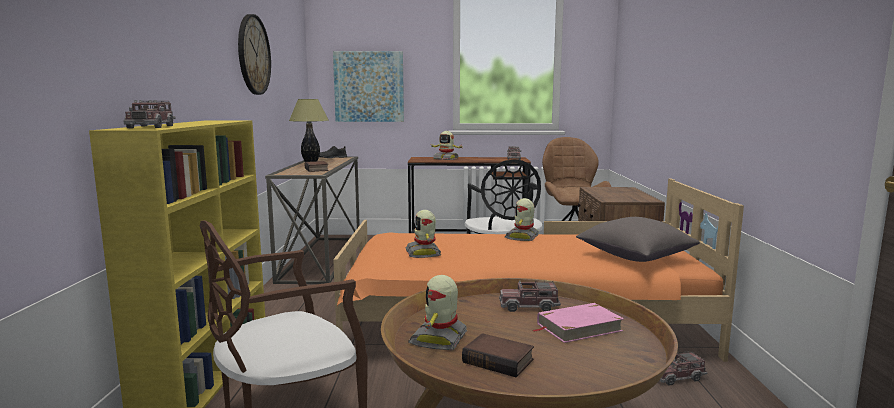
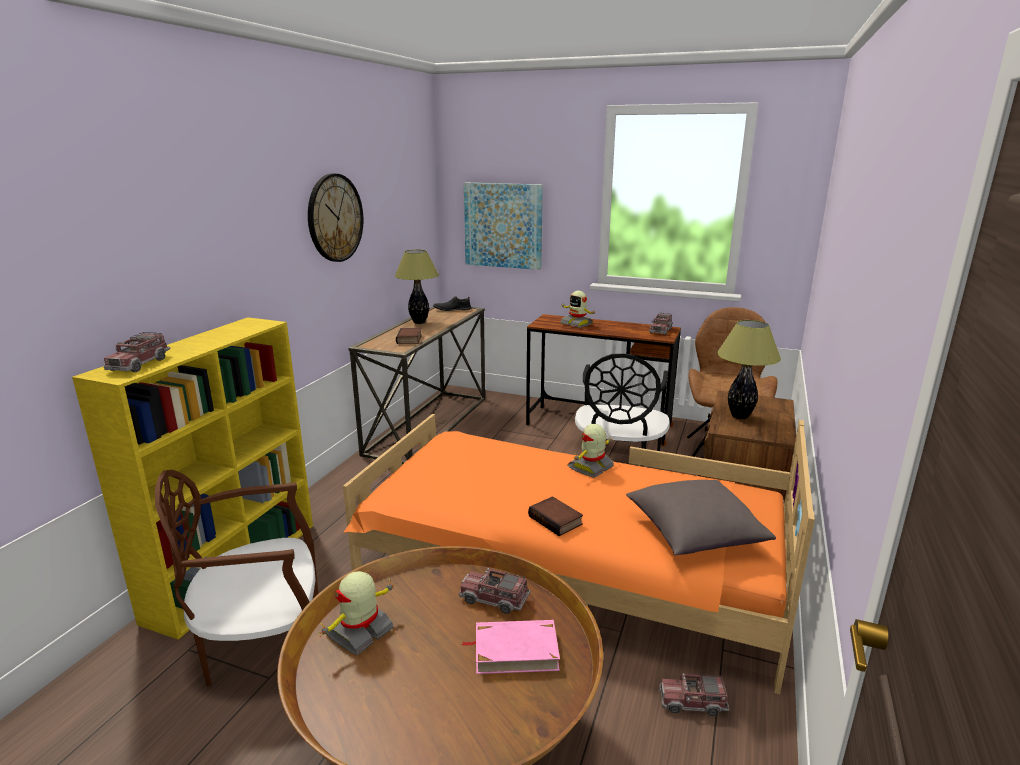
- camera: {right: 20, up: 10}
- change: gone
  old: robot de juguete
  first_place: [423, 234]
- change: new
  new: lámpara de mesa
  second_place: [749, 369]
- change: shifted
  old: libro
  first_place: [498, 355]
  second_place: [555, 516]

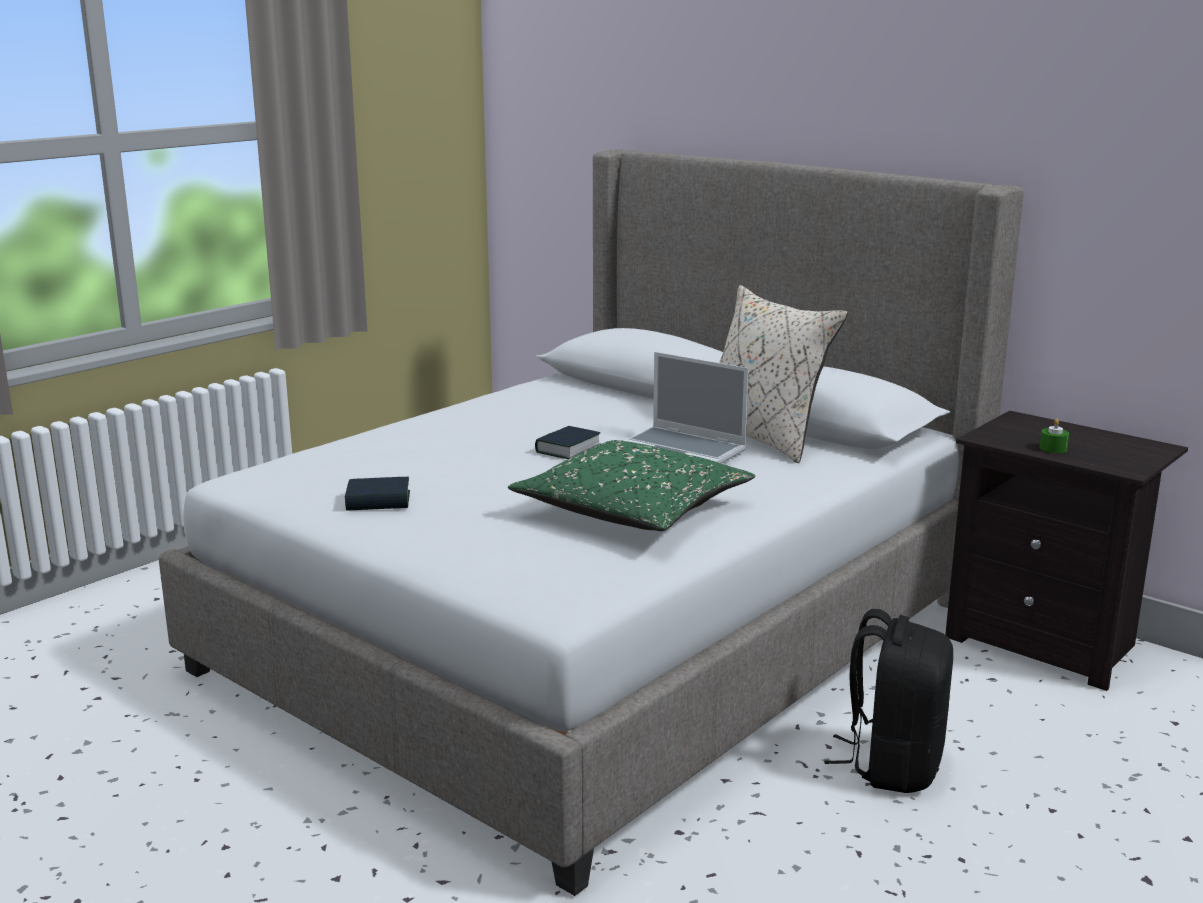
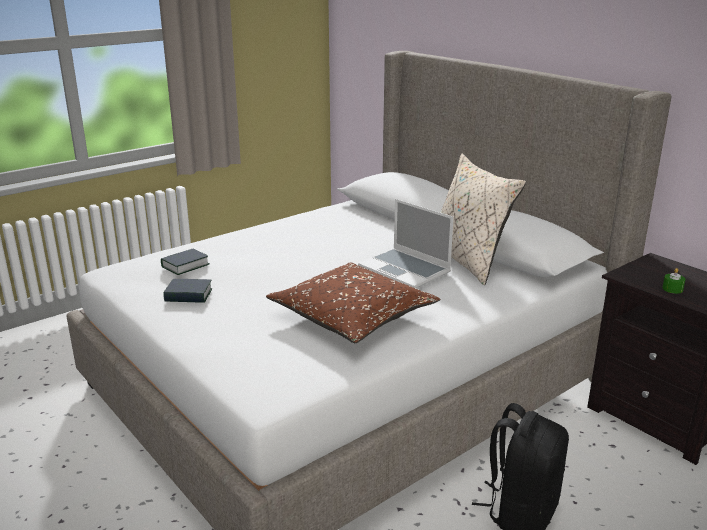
- camera: {right: 10, up: 5}
- change: shifted
  old: libro
  first_place: [568, 442]
  second_place: [185, 262]
- change: repainted
  old: cojín/verde
  new: cojín/marrón
  first_place: [631, 485]
  second_place: [353, 302]

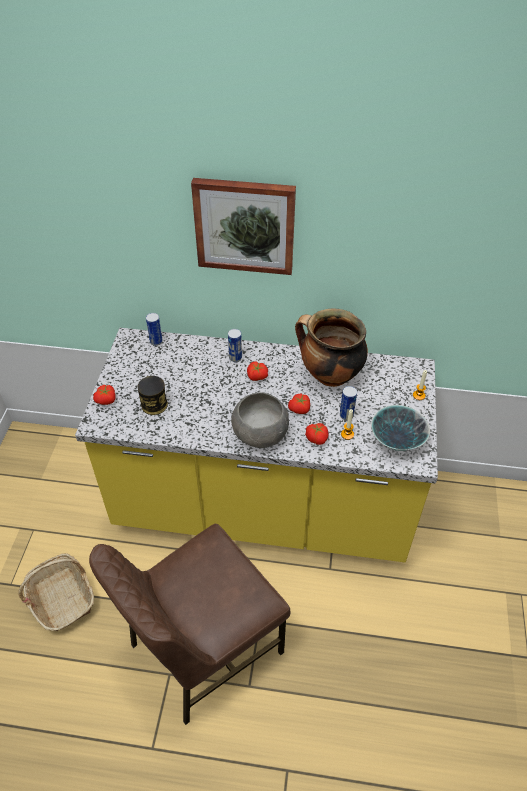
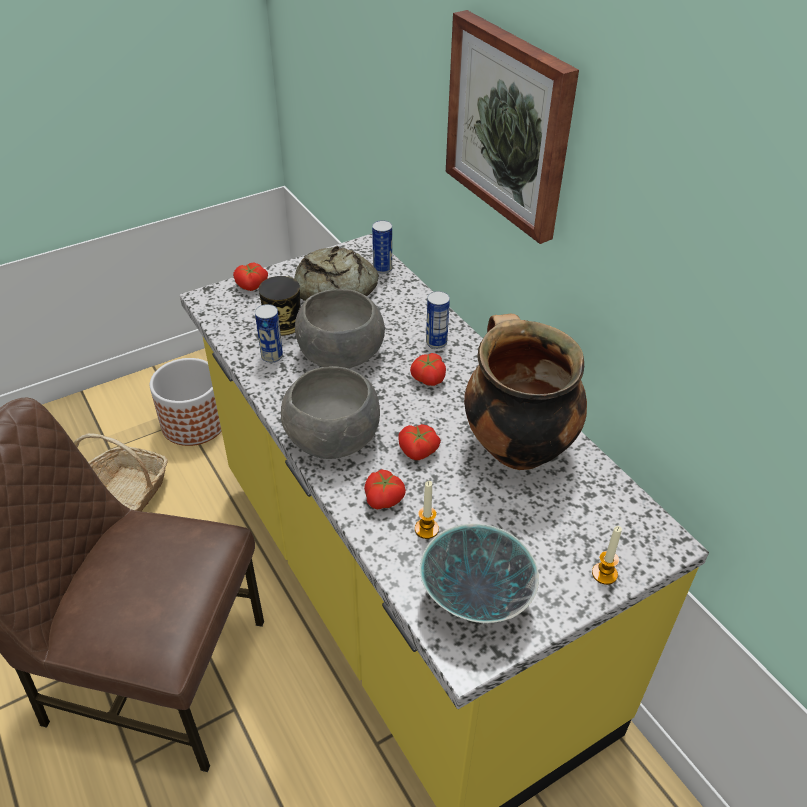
- camera: {right: 50, up: -5}
- change: new
  new: maceta
  second_place: [186, 402]
- change: new
  new: pan
  second_place: [336, 273]
- change: new
  new: cuenco/gris
  second_place: [340, 328]
- change: shifted
  old: lata
  first_place: [348, 403]
  second_place: [269, 333]

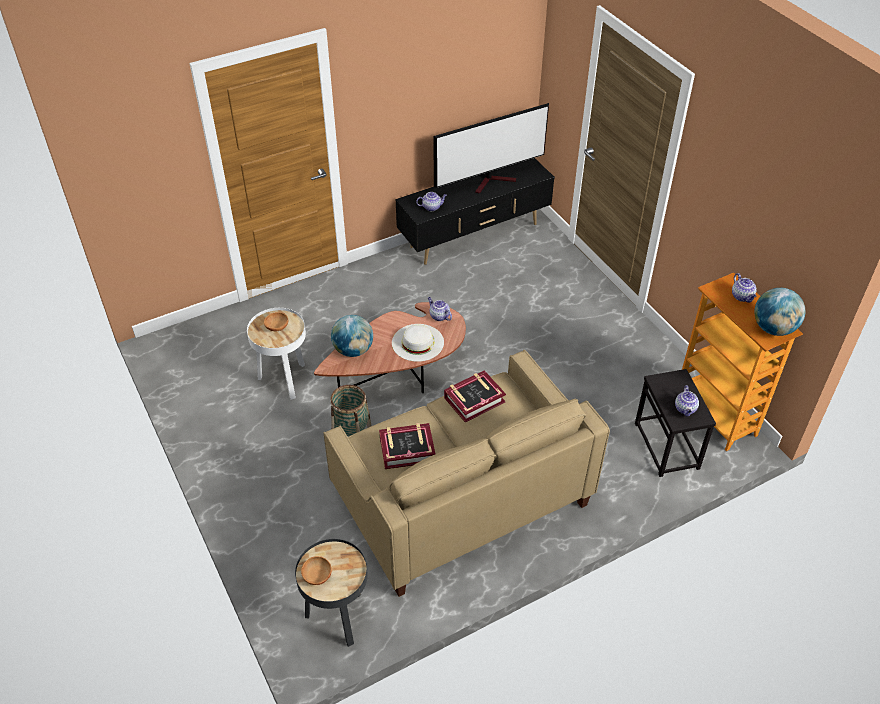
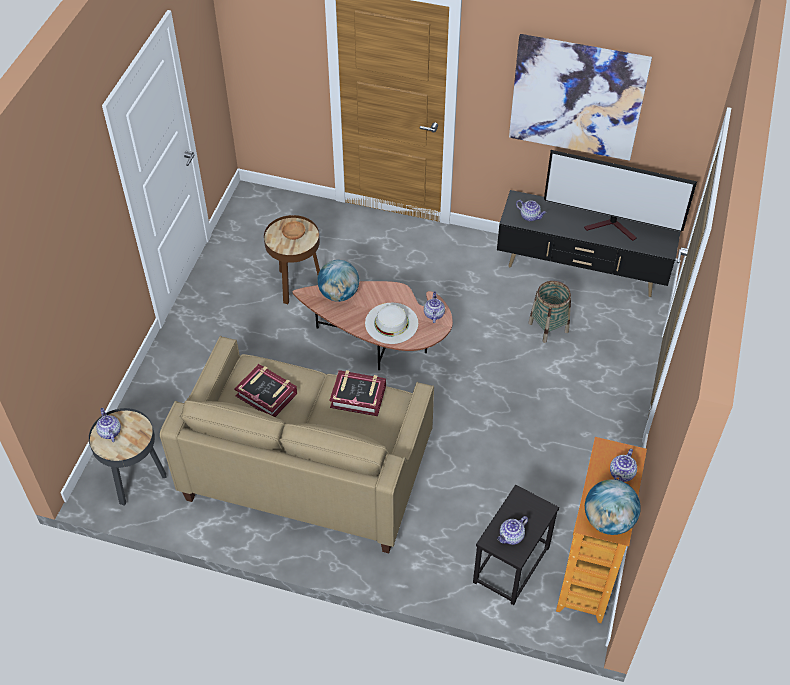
- camera: {right: 45, up: 5}
- change: new
  new: cuadro
  second_place: [580, 97]
- change: shifted
  old: cesta
  first_place: [350, 410]
  second_place: [549, 312]
- change: swapped
  old: cuenco/marrón
  new: tetera
  first_place: [316, 570]
  second_place: [108, 425]
- change: repainted
  old: mesa auxiliar/blanco
  new: mesa auxiliar/marrón
  first_place: [276, 354]
  second_place: [292, 259]

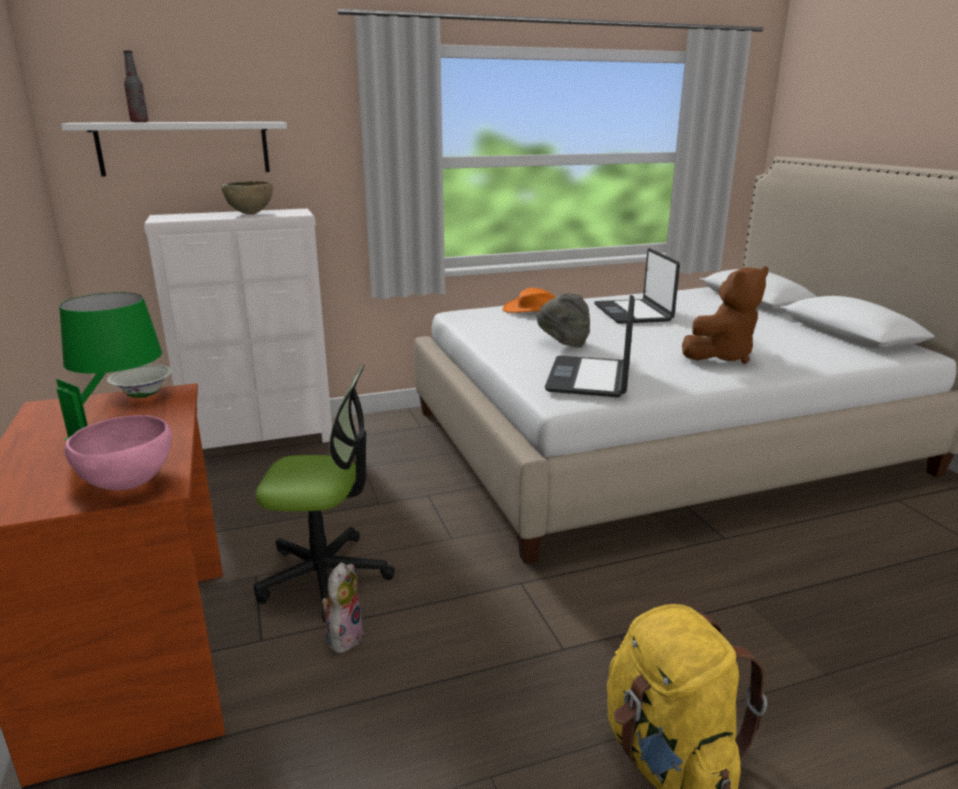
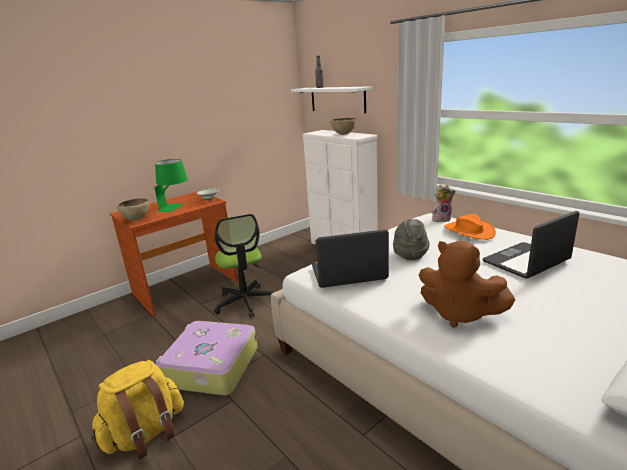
- camera: {right: 70, up: 0}
- change: new
  new: maleta
  second_place: [207, 358]
- change: shifted
  old: peluche
  first_place: [343, 607]
  second_place: [444, 203]
- change: repainted
  old: cuenco/rosa
  new: cuenco/marrón
  first_place: [118, 452]
  second_place: [133, 209]

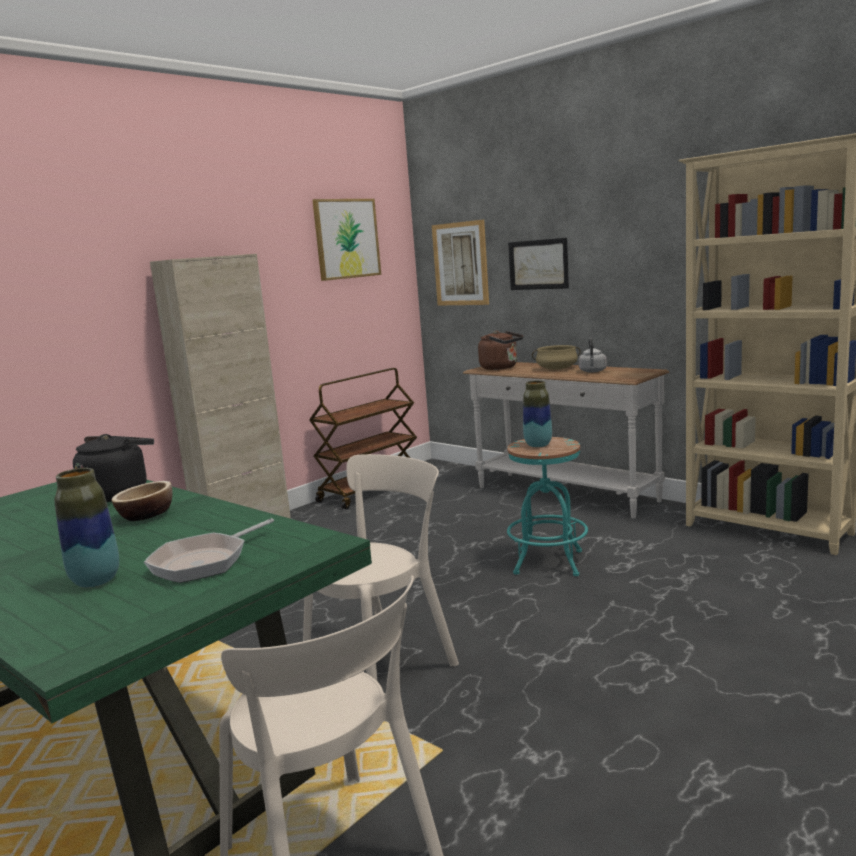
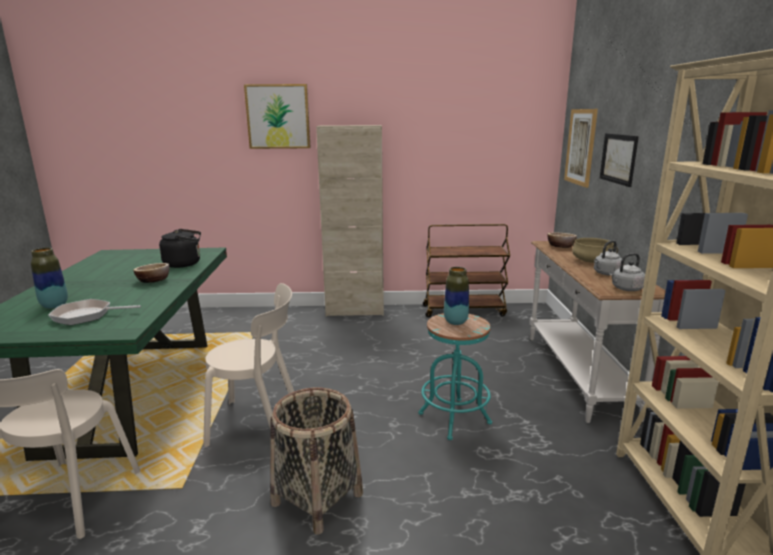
- camera: {right: 45, up: 5}
- change: new
  new: cesta
  second_place: [316, 461]
- change: new
  new: hervidor/gris
  second_place: [627, 272]
- change: shifted
  old: cuadro
  first_place: [346, 240]
  second_place: [277, 116]
- change: swapped
  old: hervidor/marrón
  new: cuenco
  first_place: [500, 350]
  second_place: [562, 240]

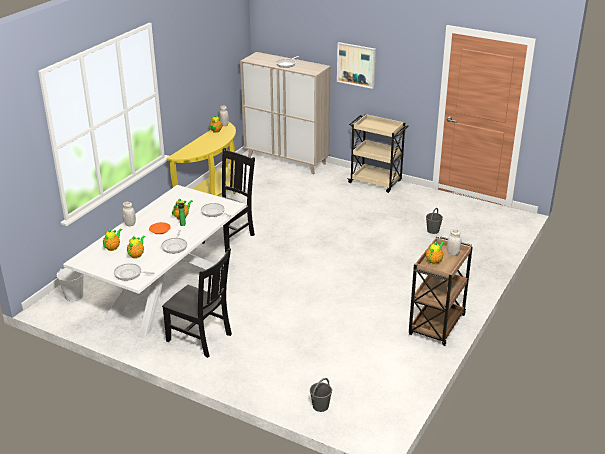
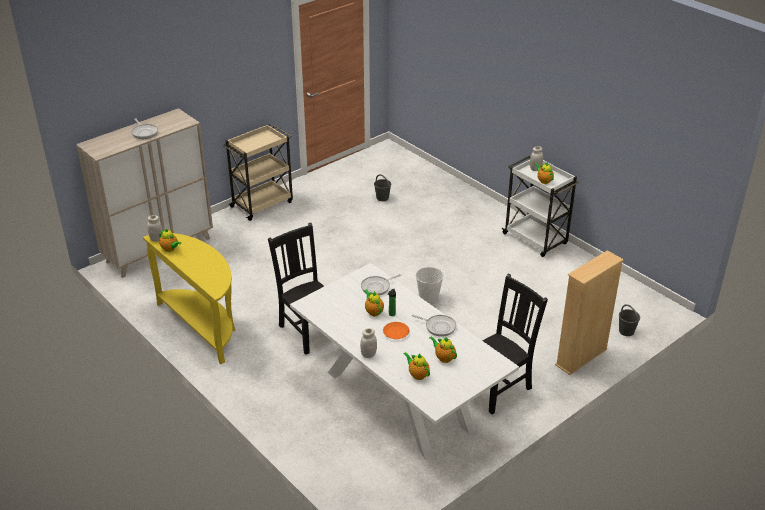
- camera: {right: -70, up: 5}
- change: gone
  old: sartén
  first_place: [134, 272]
- change: gone
  old: cuadro
  first_place: [356, 65]
- change: new
  new: estantería/beis
  second_place: [589, 312]
- change: shifted
  old: cubo/blanco
  first_place: [70, 285]
  second_place: [430, 285]
- change: repainted
  old: carrito/marrón
  new: carrito/blanco
  first_place: [441, 291]
  second_place: [540, 206]

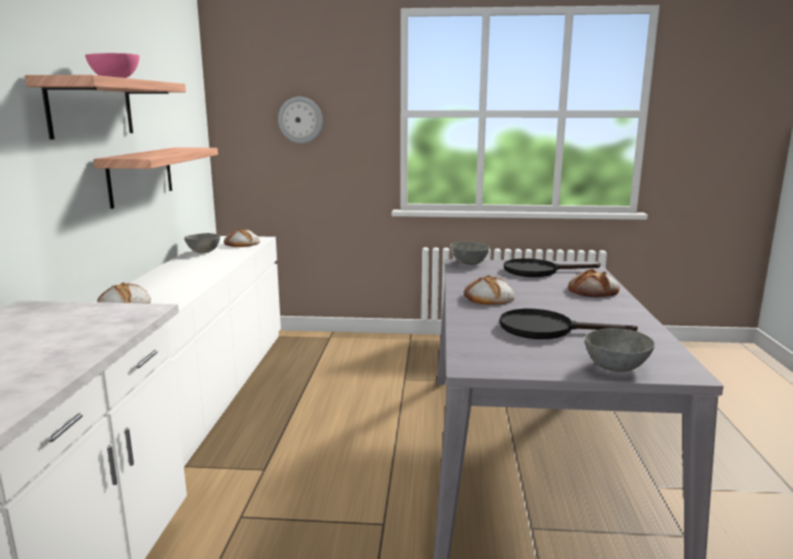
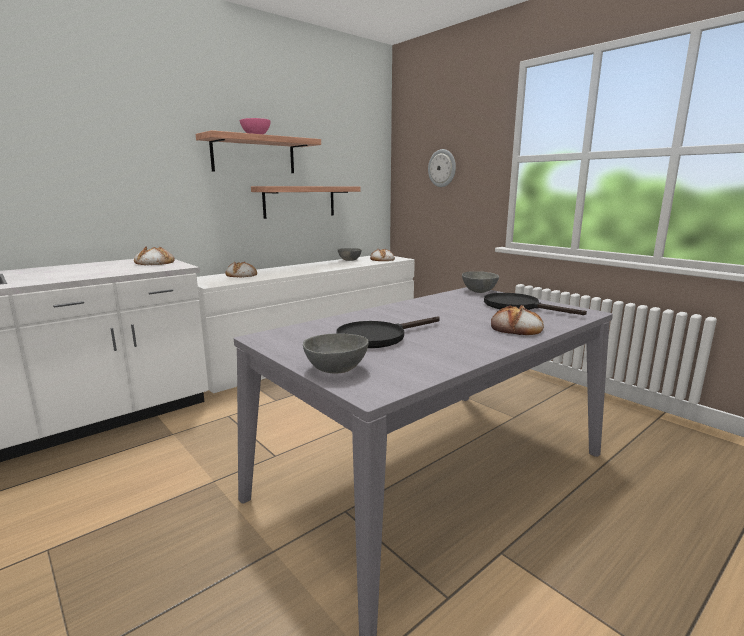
- camera: {right: 45, up: 0}
- change: shifted
  old: pan
  first_place: [489, 290]
  second_place: [154, 255]
- change: rotated
  old: sartén/negro
  first_place: [568, 324]
  second_place: [388, 332]
  degrees: -90

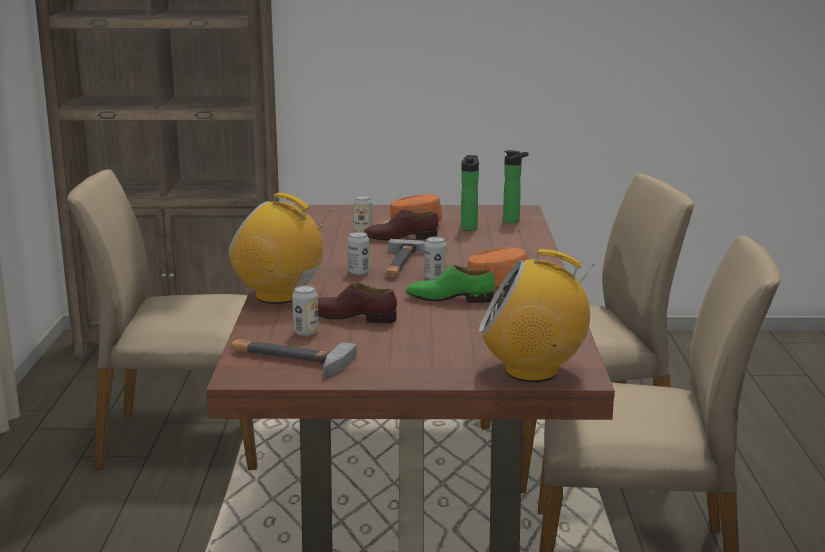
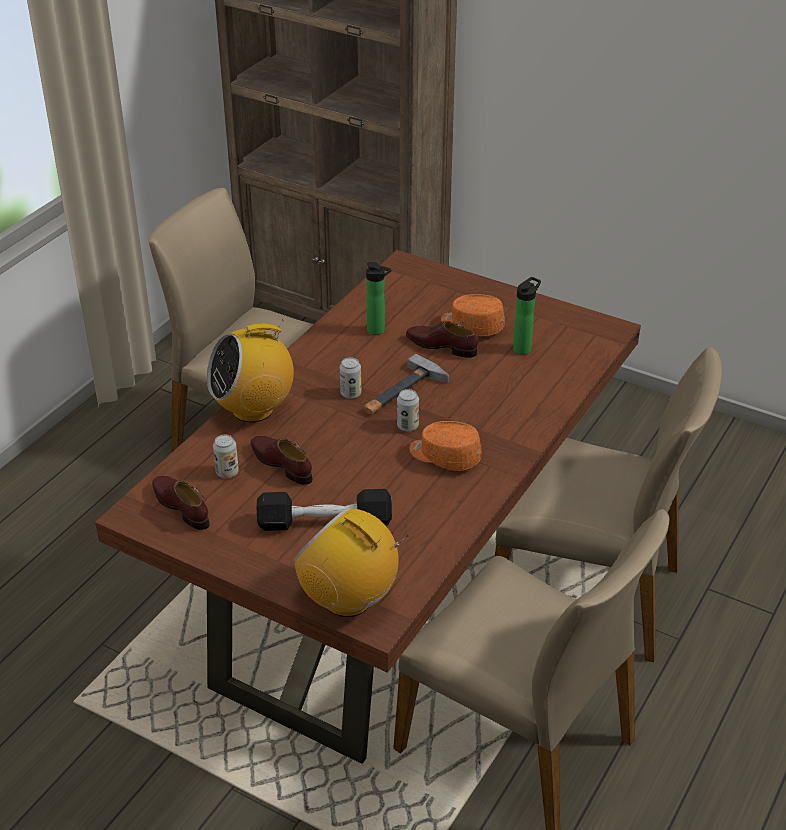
- camera: {right: 30, up: 20}
- change: gone
  old: lata
  first_place: [363, 213]
- change: gone
  old: zapato/verde
  first_place: [450, 284]
- change: new
  new: mancuerna/negro
  second_place: [324, 510]
- change: shifted
  old: botella
  first_place: [515, 186]
  second_place: [379, 298]
- change: swapped
  old: martillo
  new: zapato/marrón
  first_place: [294, 359]
  second_place: [181, 503]
- change: rotated
  old: radio
  first_place: [279, 248]
  second_place: [250, 371]
  degrees: -75

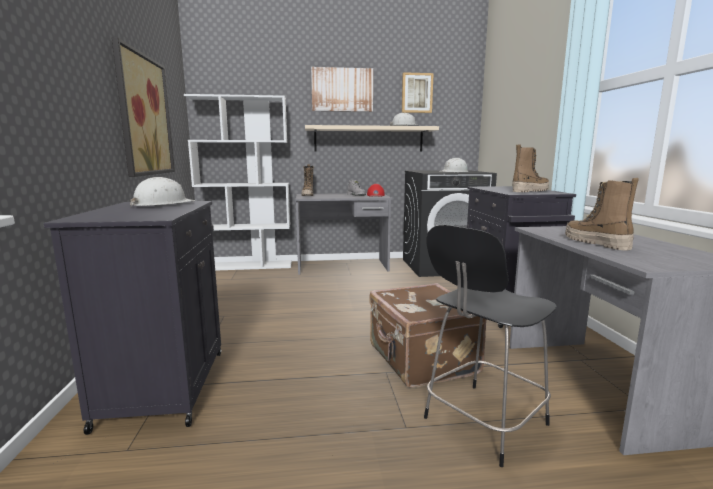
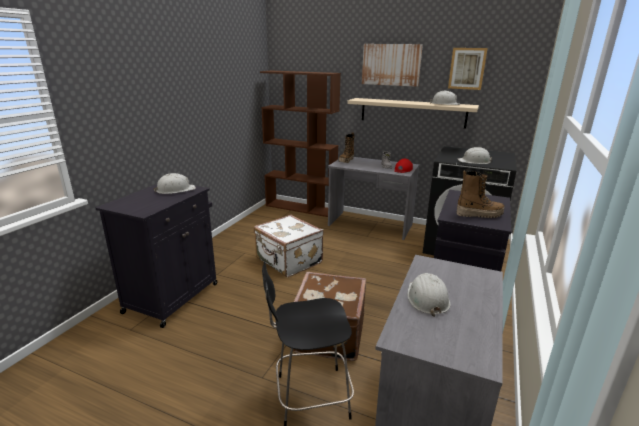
- camera: {right: 30, up: 10}
- change: gone
  old: cuadro
  first_place: [143, 107]
- change: new
  new: maleta/blanco
  second_place: [289, 246]
- change: swapped
  old: bota
  new: casco/blanco
  first_place: [602, 214]
  second_place: [428, 295]
- change: repainted
  old: estantería/blanco
  new: estantería/marrón
  first_place: [238, 182]
  second_place: [300, 144]

